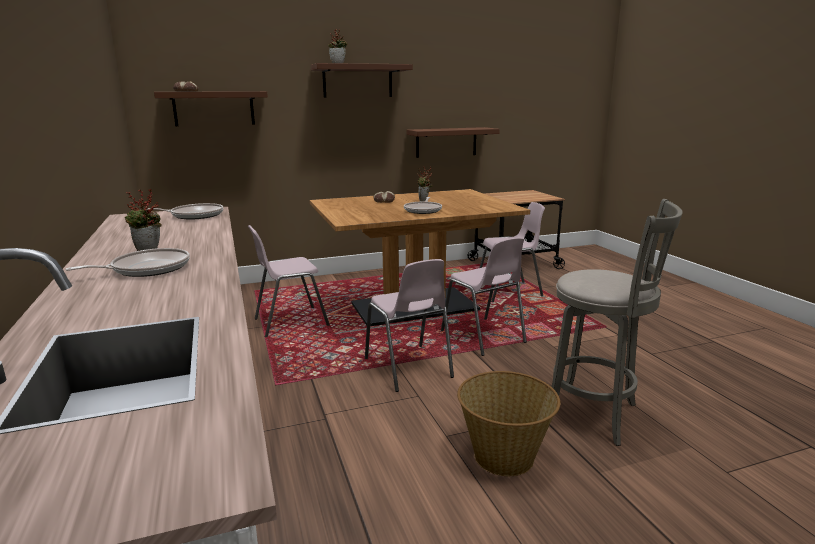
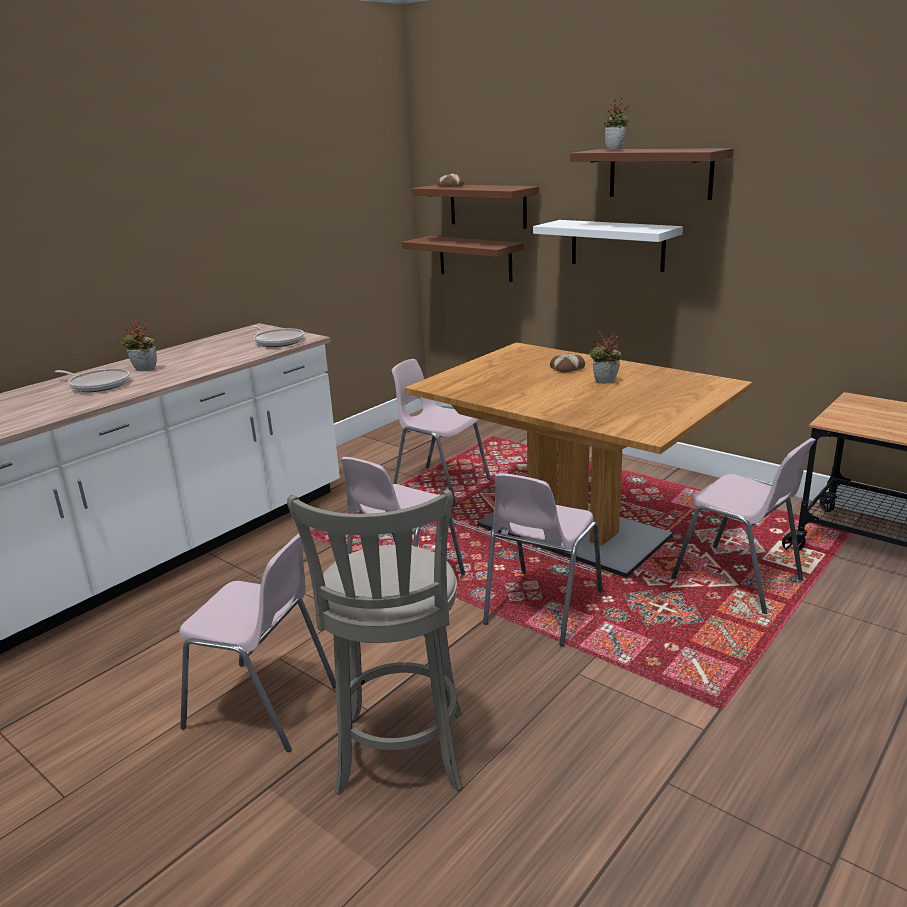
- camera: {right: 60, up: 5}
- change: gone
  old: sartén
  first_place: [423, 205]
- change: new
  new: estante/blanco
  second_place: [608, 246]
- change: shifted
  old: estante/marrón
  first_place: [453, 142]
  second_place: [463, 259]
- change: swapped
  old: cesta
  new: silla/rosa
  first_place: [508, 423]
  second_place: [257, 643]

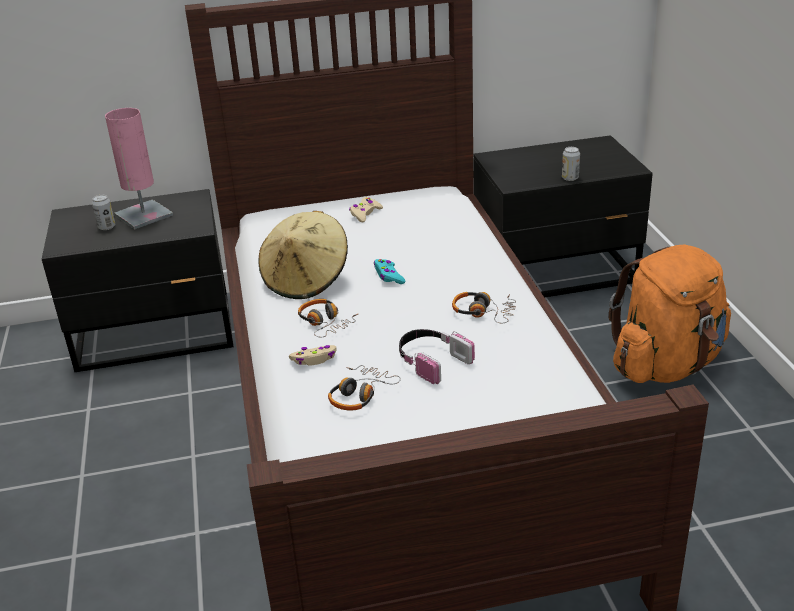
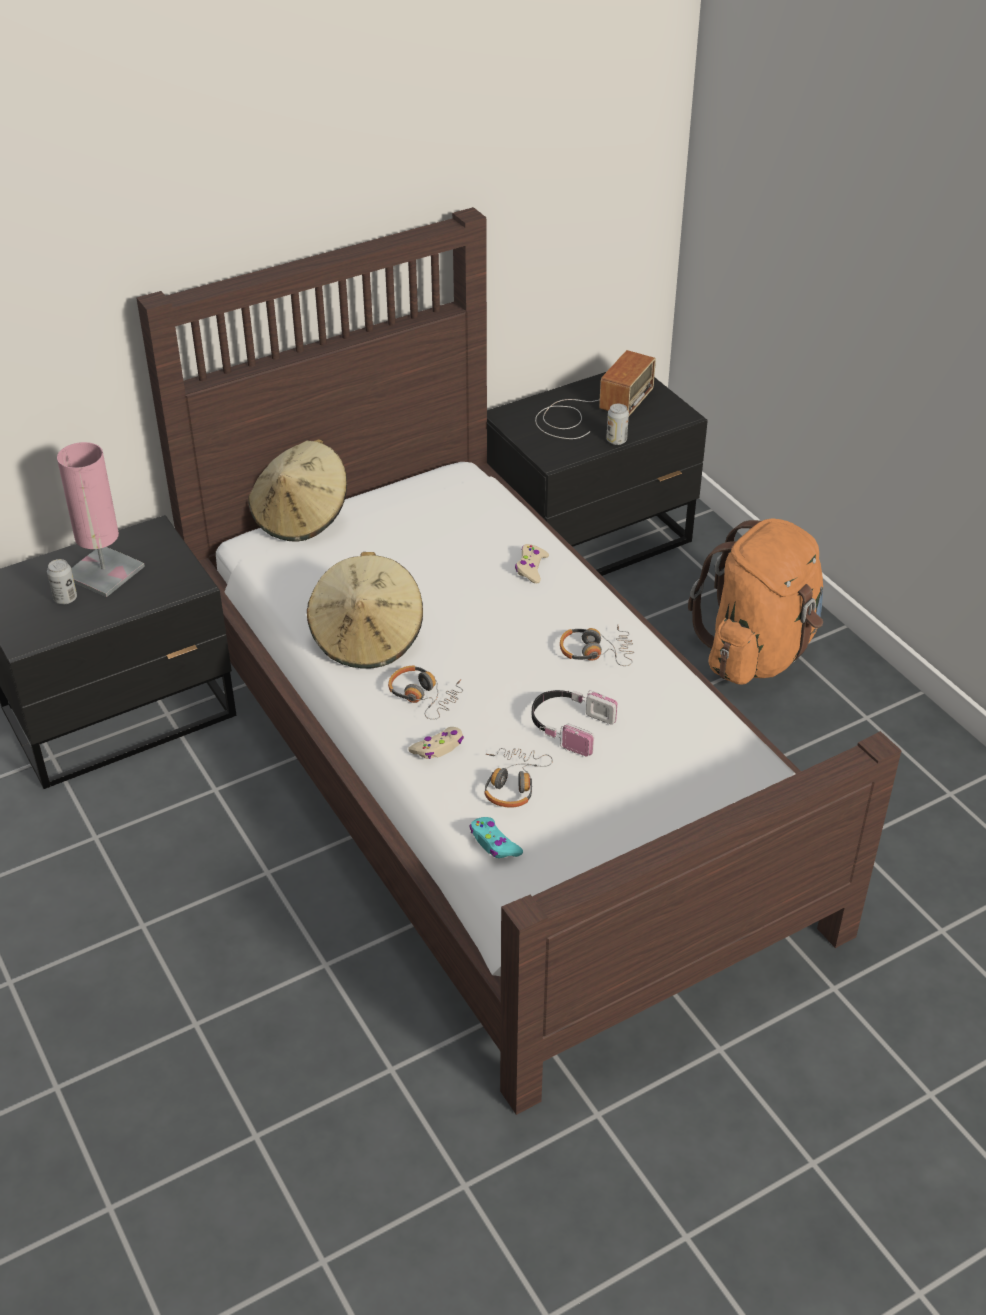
- camera: {right: -20, up: 10}
- change: new
  new: sombrero/beis
  second_place: [297, 490]
- change: new
  new: radio
  second_place: [595, 394]
- change: shifted
  old: mando de consola/beis
  first_place: [366, 209]
  second_place: [532, 563]
- change: shifted
  old: mando de consola/turquesa
  first_place: [389, 271]
  second_place: [496, 837]

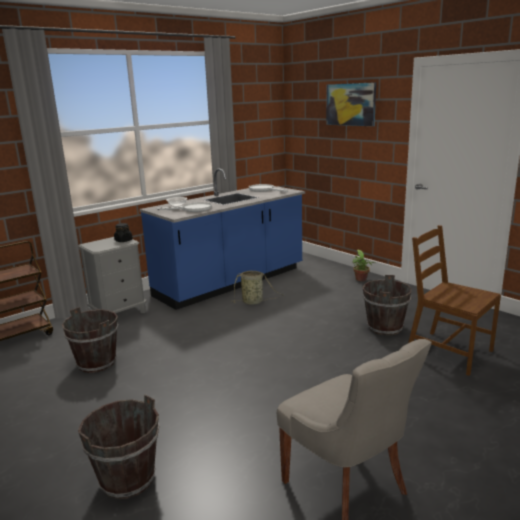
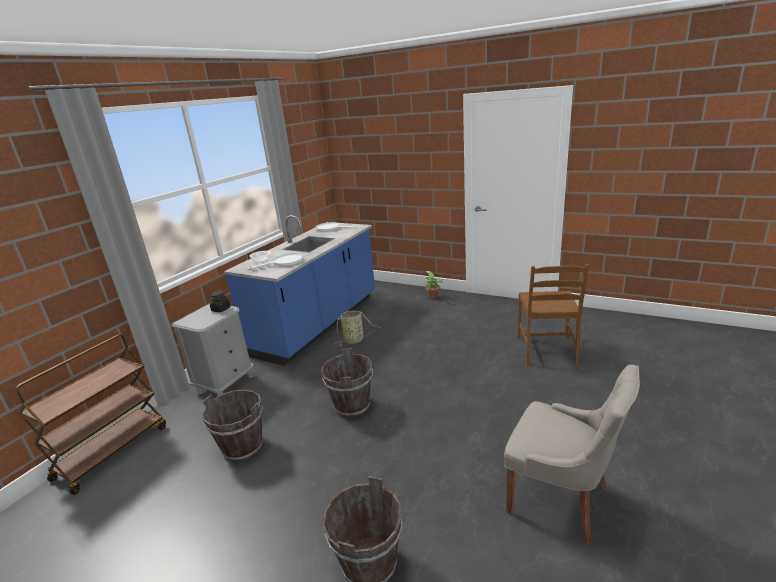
- camera: {right: -20, up: 5}
- change: gone
  old: cuadro
  first_place: [351, 104]
- change: shifted
  old: cubo/marrón
  first_place: [387, 305]
  second_place: [347, 382]
- change: rotated
  old: silla/marrón
  first_place: [454, 300]
  second_place: [553, 314]
  degrees: -105

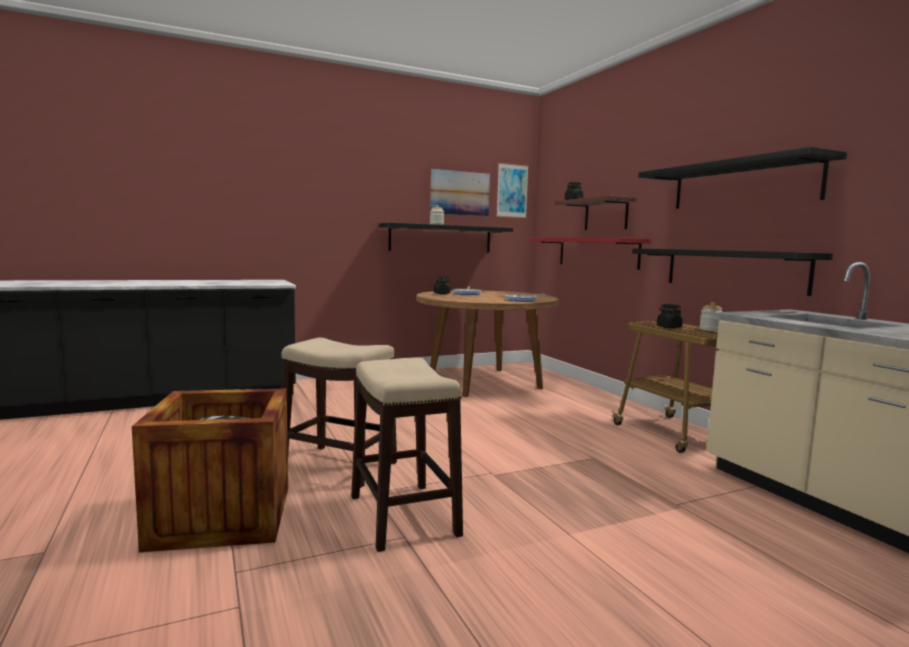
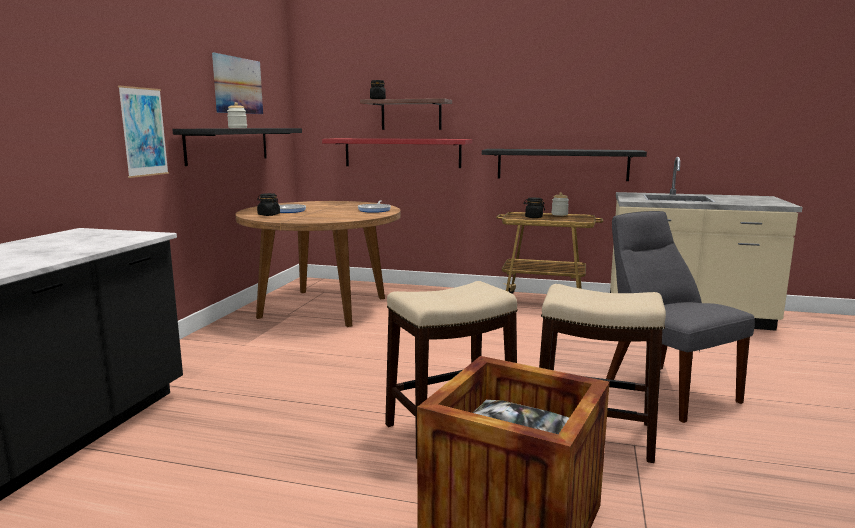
- camera: {right: -50, up: 5}
- change: gone
  old: estante/negro
  first_place: [742, 178]
- change: new
  new: silla/gris
  second_place: [680, 317]
- change: shifted
  old: cuadro
  first_place: [512, 190]
  second_place: [143, 132]

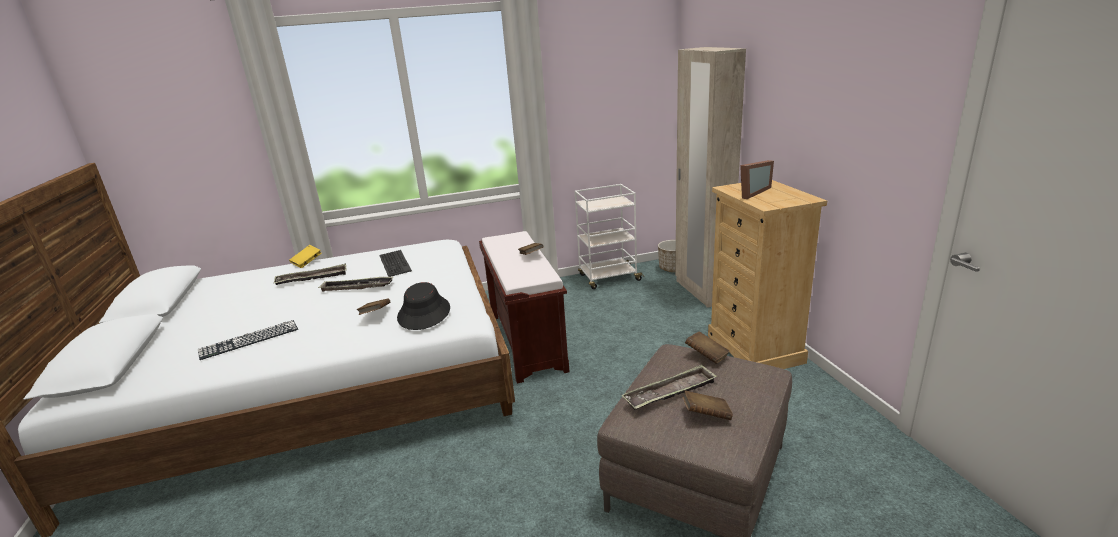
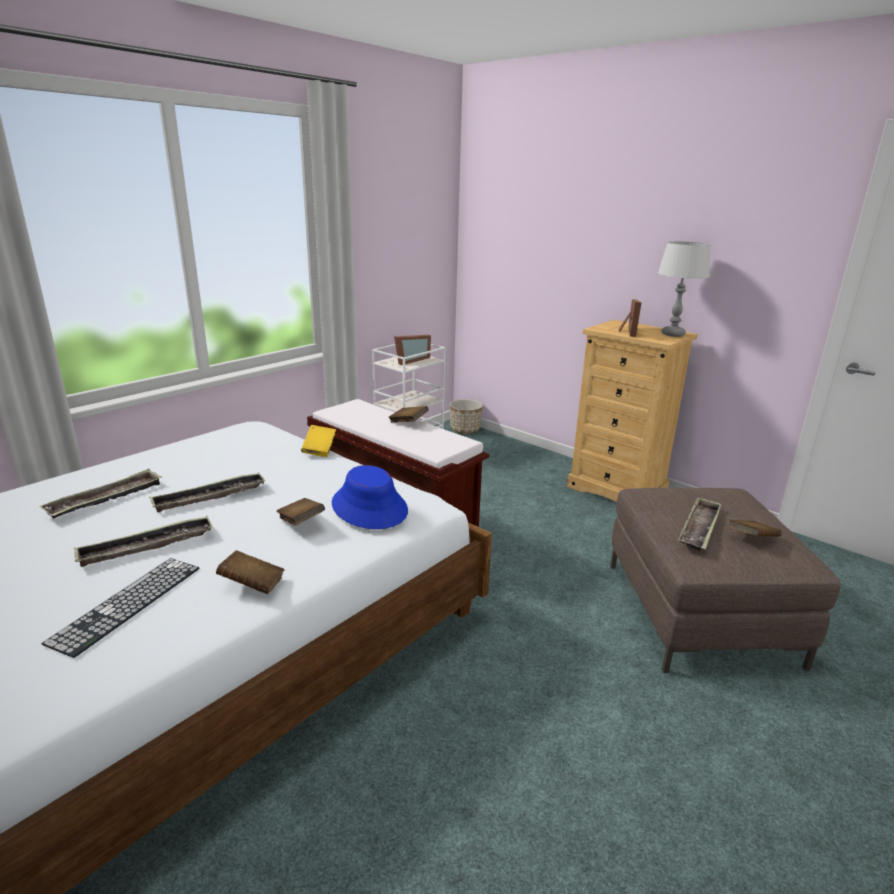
- camera: {right: -35, up: 0}
- change: gone
  old: teclado
  first_place: [395, 263]
- change: gone
  old: armario ropero/beis
  first_place: [710, 177]
- change: new
  new: bandeja
  second_place: [143, 541]
- change: new
  new: portarretratos
  second_place: [412, 350]
- change: new
  new: lámpara de mesa/gris
  second_place: [683, 289]
- change: shifted
  old: libro/amarillo
  first_place: [305, 256]
  second_place: [318, 441]
- change: shifted
  old: libro/marrón
  first_place: [707, 347]
  second_place: [250, 572]
- change: repainted
  old: sombrero/negro
  new: sombrero/azul
  first_place: [423, 306]
  second_place: [370, 497]

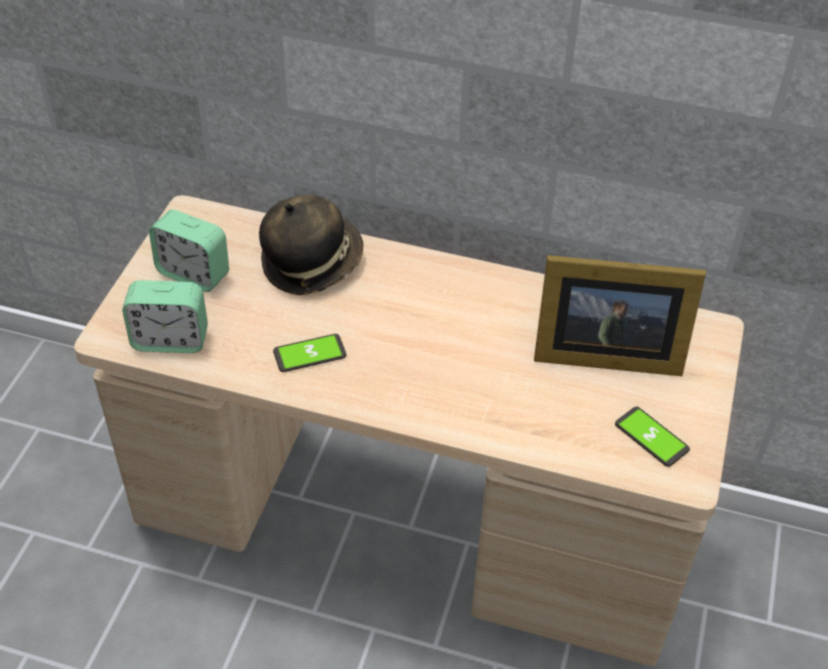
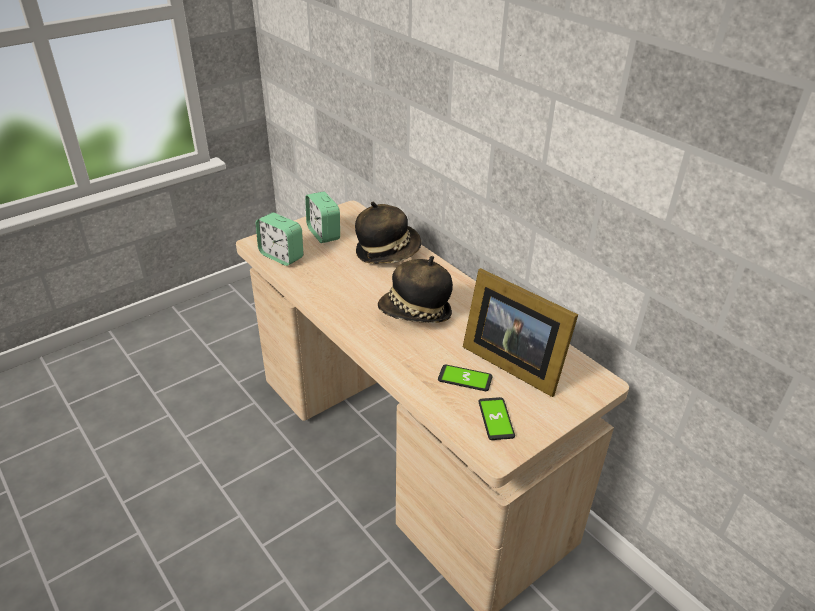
- camera: {right: 35, up: -10}
- change: new
  new: sombrero
  second_place: [415, 289]
- change: shifted
  old: móvil
  first_place: [310, 353]
  second_place: [465, 377]

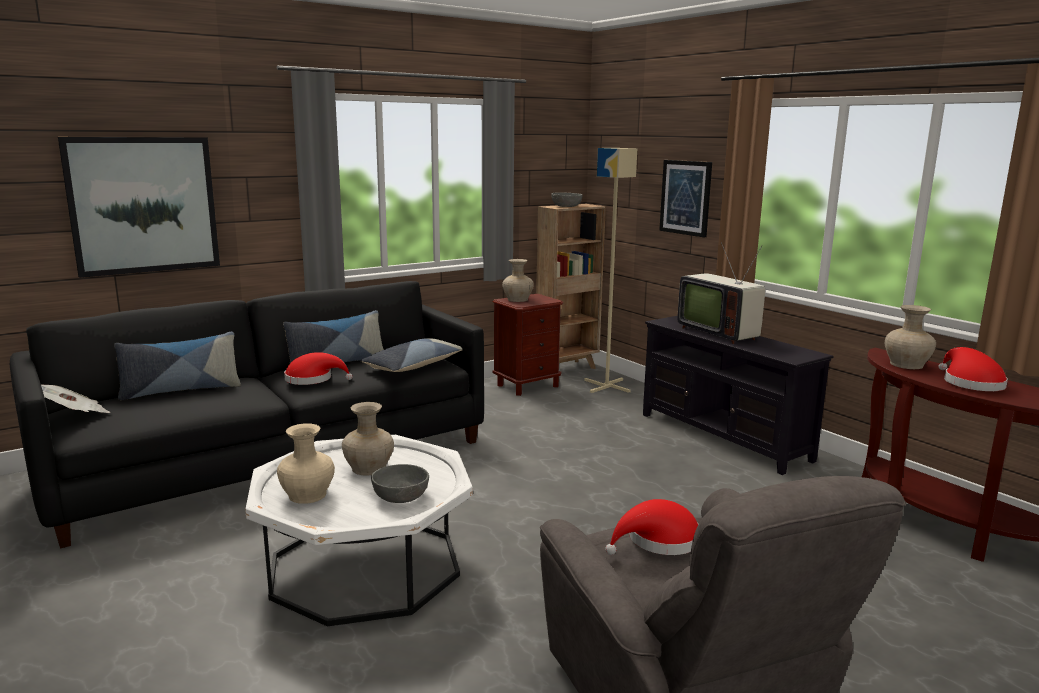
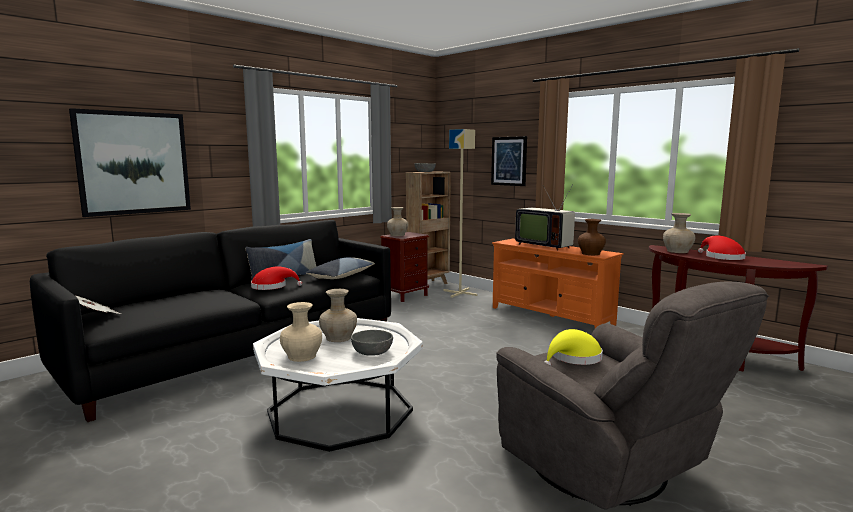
- camera: {right: -10, up: -5}
- change: gone
  old: cojín
  first_place: [177, 366]
- change: new
  new: florero/marrón
  second_place: [592, 237]
- change: repainted
  old: sombrero/rojo
  new: sombrero/amarillo
  first_place: [652, 527]
  second_place: [573, 347]
- change: repainted
  old: mueble de televisión/negro
  new: mueble de televisión/naranja
  first_place: [738, 395]
  second_place: [558, 283]

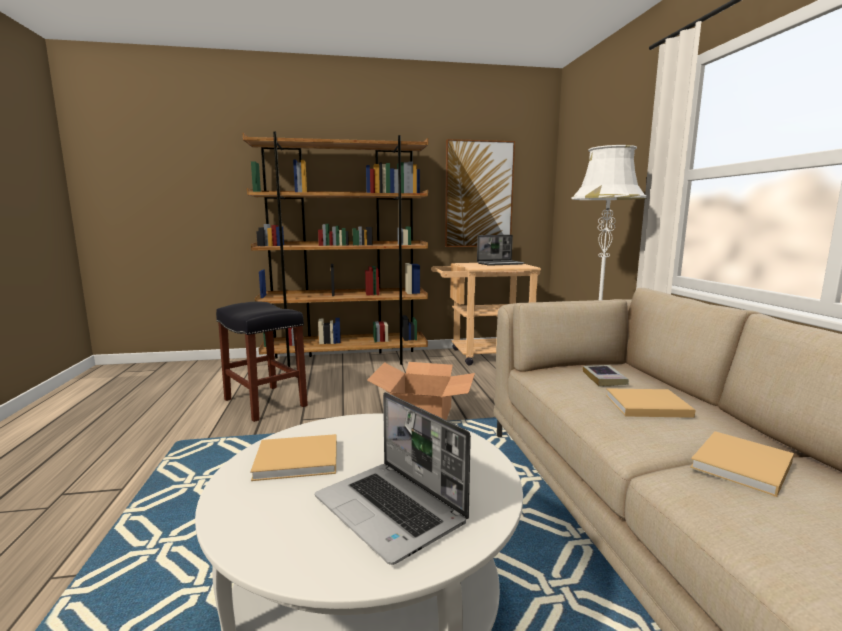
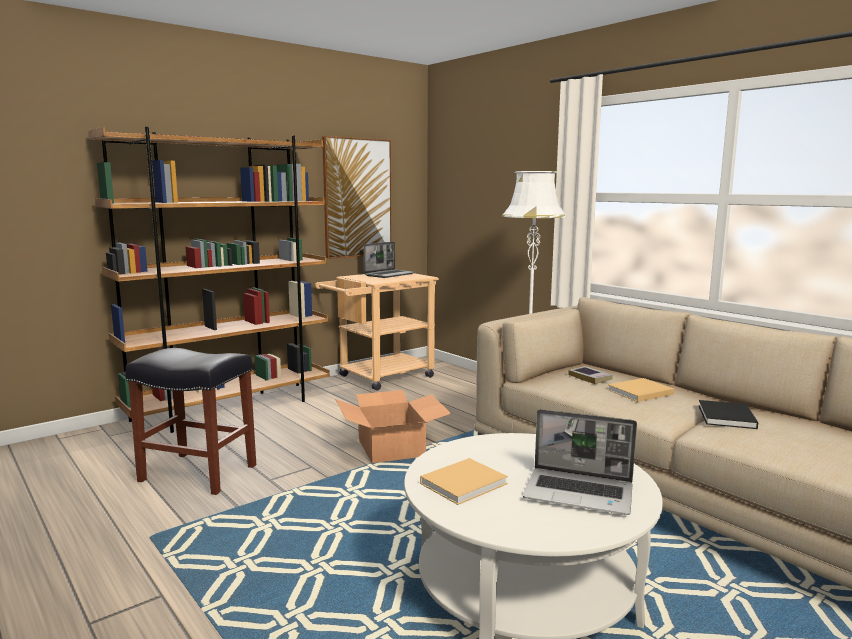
- camera: {right: -30, up: 0}
- change: repainted
  old: libro/beis
  new: libro/negro
  first_place: [742, 464]
  second_place: [728, 414]

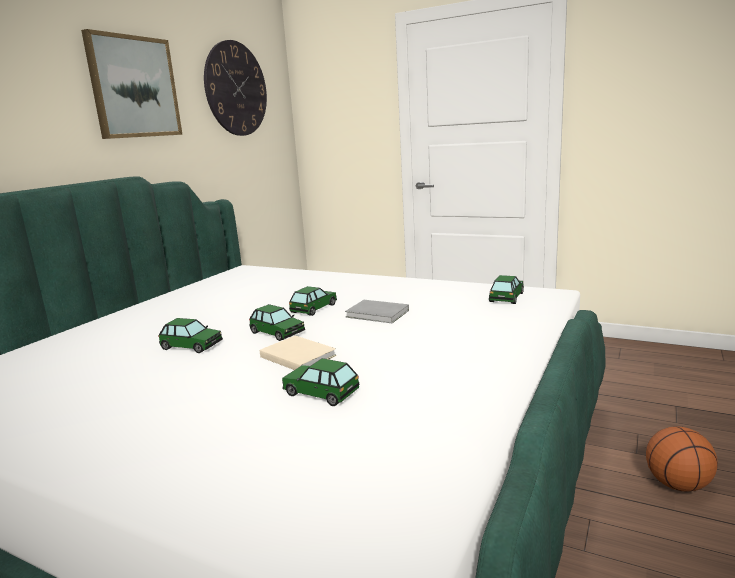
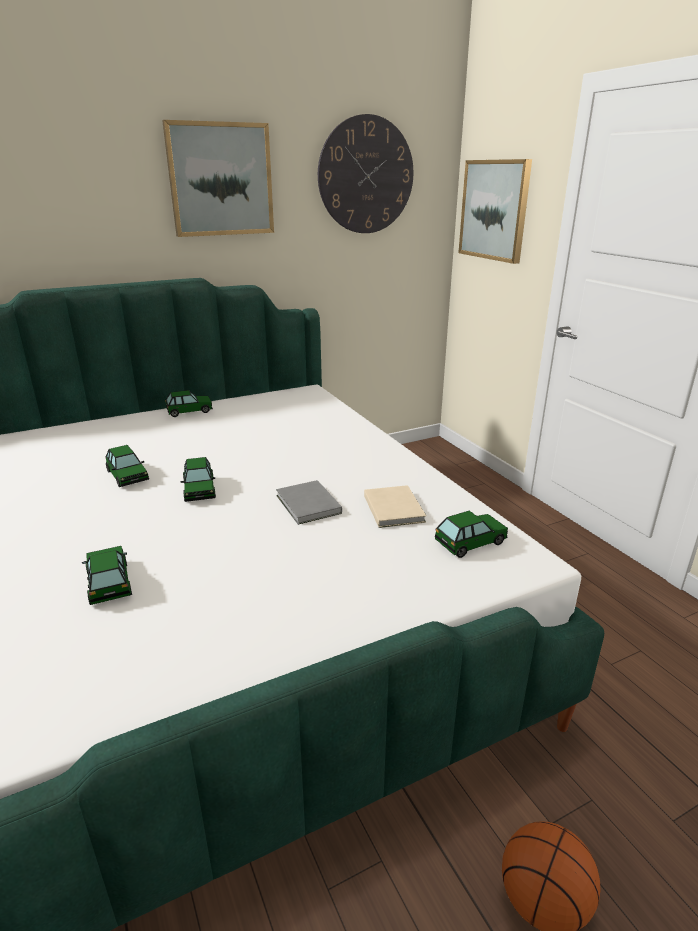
- camera: {right: 35, up: 10}
- change: new
  new: cuadro
  second_place: [495, 211]
- change: shifted
  old: libro/beis
  first_place: [298, 353]
  second_place: [395, 506]
- change: shifted
  old: coche de juguete
  first_place: [313, 301]
  second_place: [189, 403]

